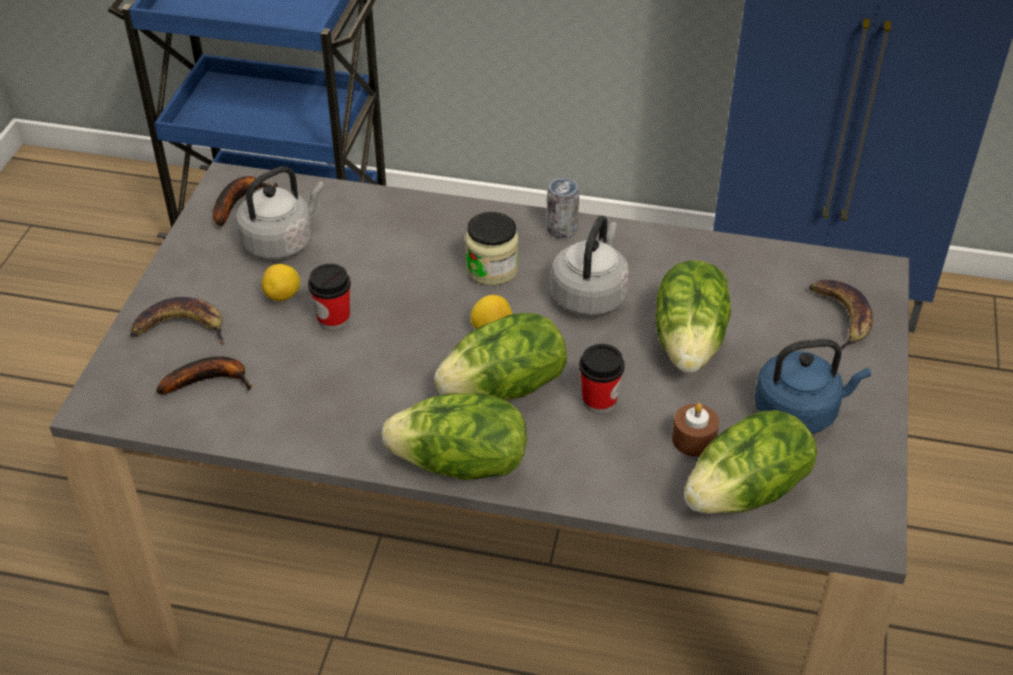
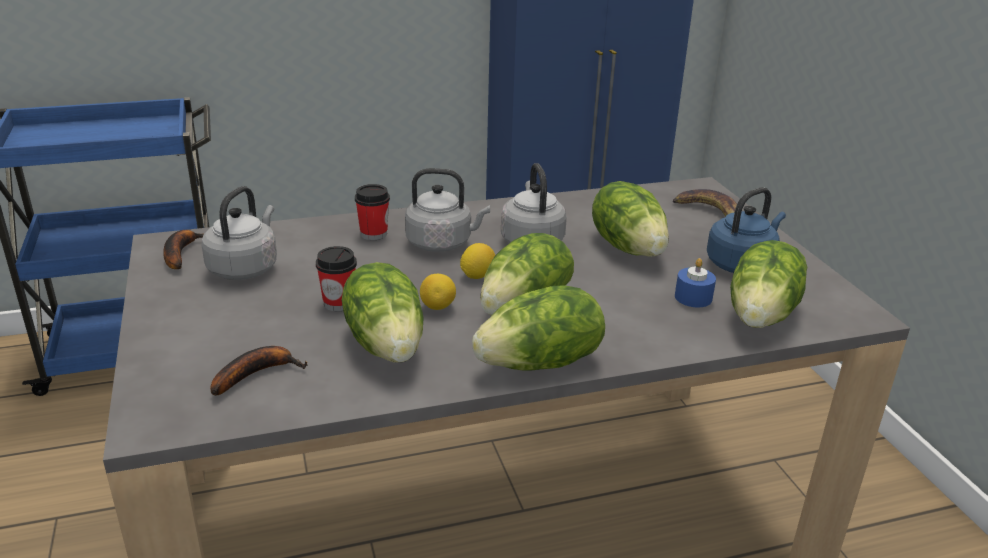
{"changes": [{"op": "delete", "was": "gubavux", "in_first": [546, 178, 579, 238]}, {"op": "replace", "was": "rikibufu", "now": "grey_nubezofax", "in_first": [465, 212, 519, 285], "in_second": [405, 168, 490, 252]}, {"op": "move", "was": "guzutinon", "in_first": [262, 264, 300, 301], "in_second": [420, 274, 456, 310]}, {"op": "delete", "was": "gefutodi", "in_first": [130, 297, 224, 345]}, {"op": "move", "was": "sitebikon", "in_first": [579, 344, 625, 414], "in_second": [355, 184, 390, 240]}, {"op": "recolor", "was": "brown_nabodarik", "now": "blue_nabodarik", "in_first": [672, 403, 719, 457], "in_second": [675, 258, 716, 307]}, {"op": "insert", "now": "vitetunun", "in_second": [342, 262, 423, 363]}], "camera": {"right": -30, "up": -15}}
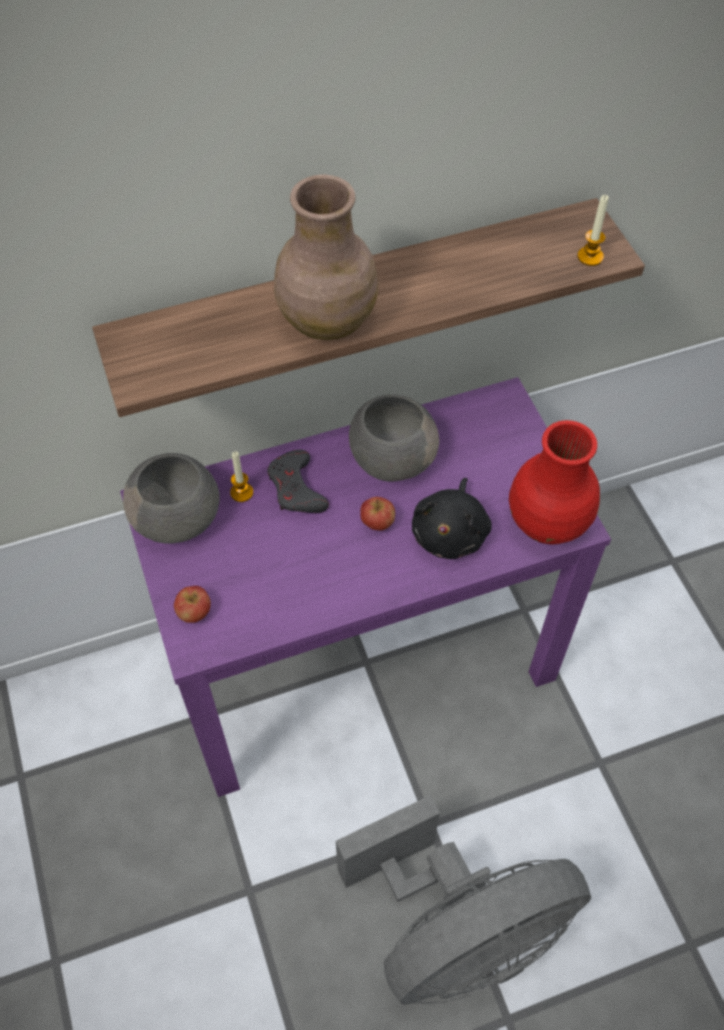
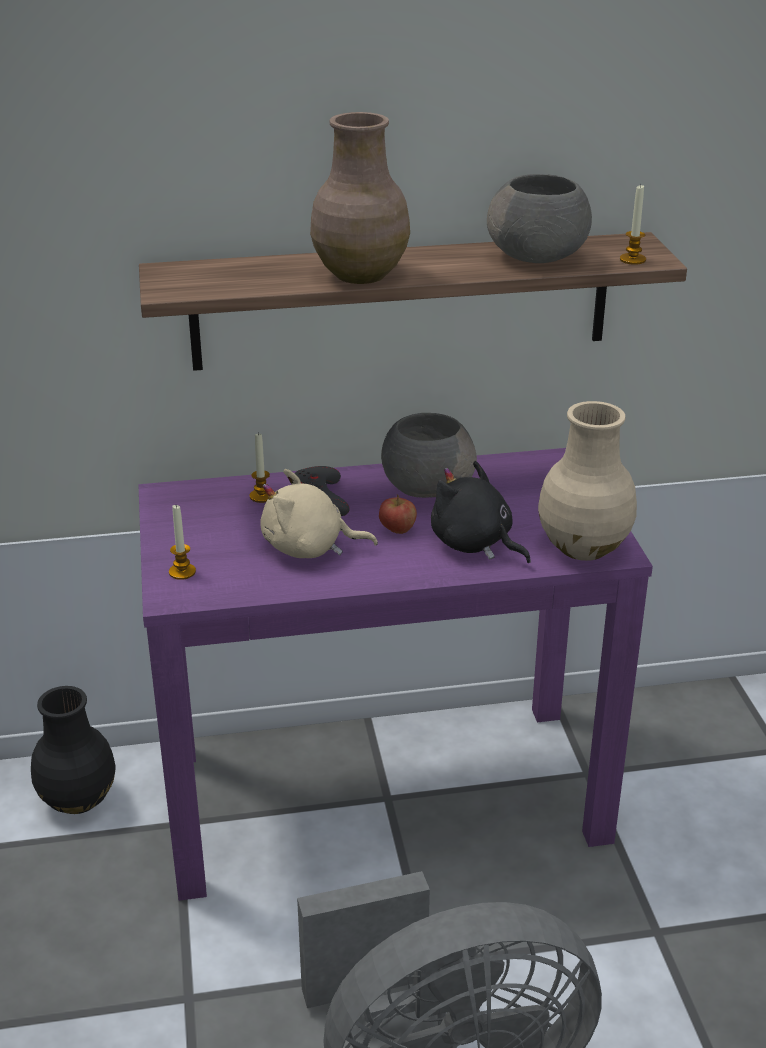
{"changes": [{"op": "recolor", "was": "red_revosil", "now": "beige_revosil", "in_first": [509, 420, 600, 544], "in_second": [538, 401, 637, 561]}, {"op": "move", "was": "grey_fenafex", "in_first": [123, 453, 220, 543], "in_second": [487, 174, 592, 263]}, {"op": "rotate", "was": "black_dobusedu", "in_first": [412, 478, 492, 559], "in_second": [431, 461, 531, 563], "clockwise": 105}, {"op": "replace", "was": "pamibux", "now": "nabodarik", "in_first": [174, 586, 211, 623], "in_second": [169, 505, 196, 580]}, {"op": "insert", "now": "beige_dobusedu", "in_second": [260, 469, 378, 558]}, {"op": "insert", "now": "black_revosil", "in_second": [31, 686, 116, 814]}], "camera": {"right": 10, "up": -25}}
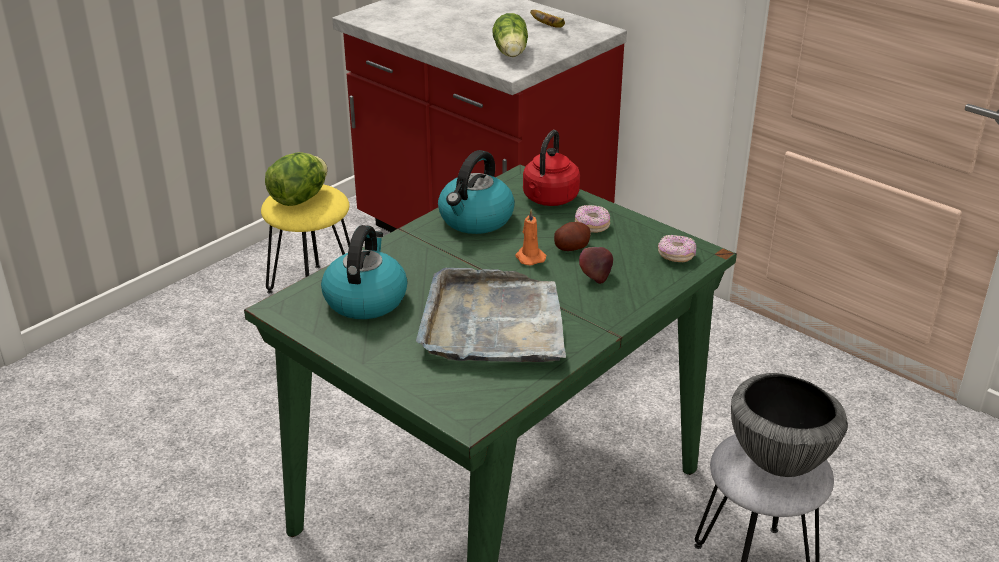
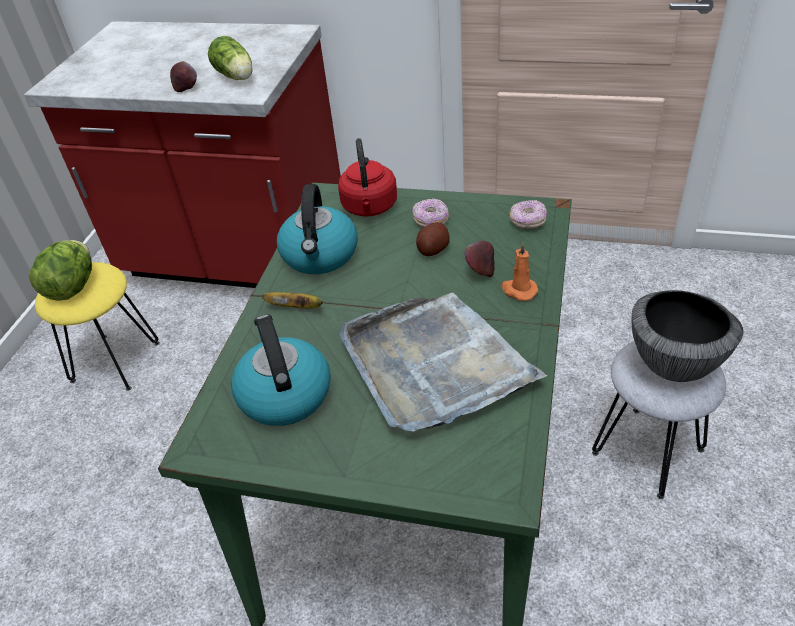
{"changes": [{"op": "move", "was": "gefutodi", "in_first": [530, 10, 565, 28], "in_second": [262, 292, 323, 309]}, {"op": "move", "was": "orange_nabodarik", "in_first": [515, 209, 546, 265], "in_second": [501, 242, 538, 301]}, {"op": "insert", "now": "pamibux", "in_second": [170, 61, 197, 92]}], "camera": {"right": -25, "up": 10}}
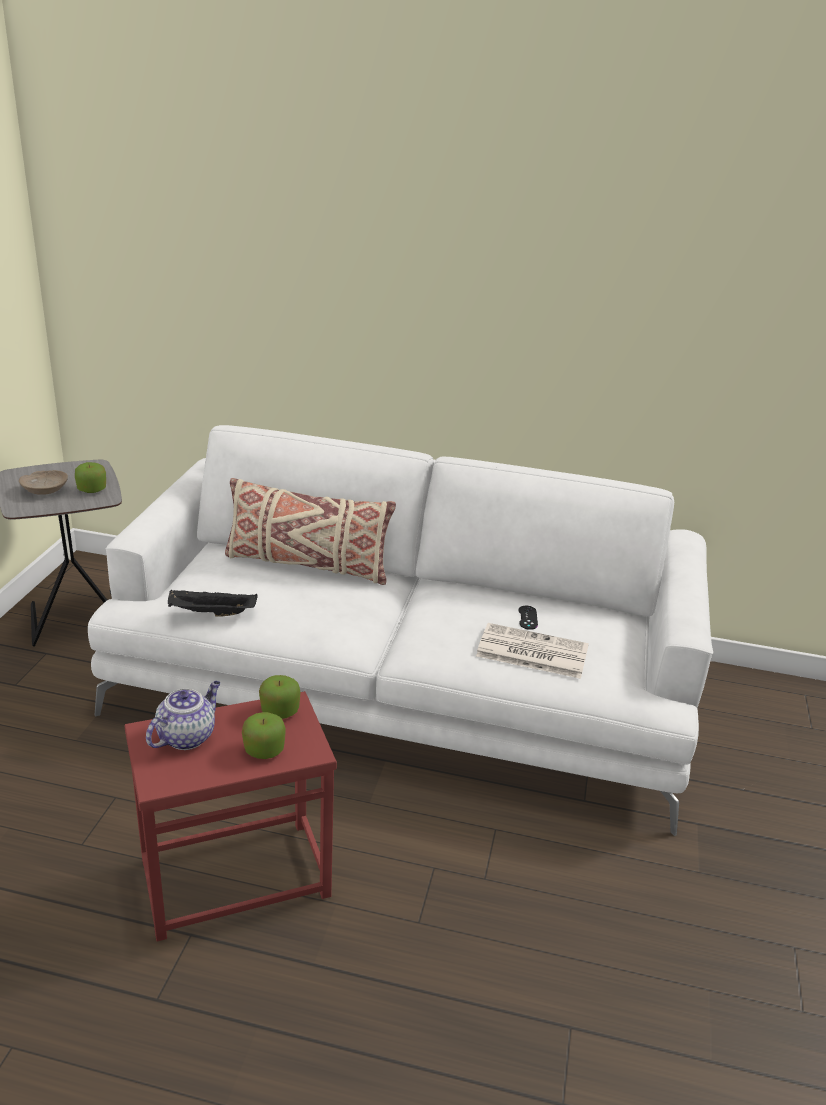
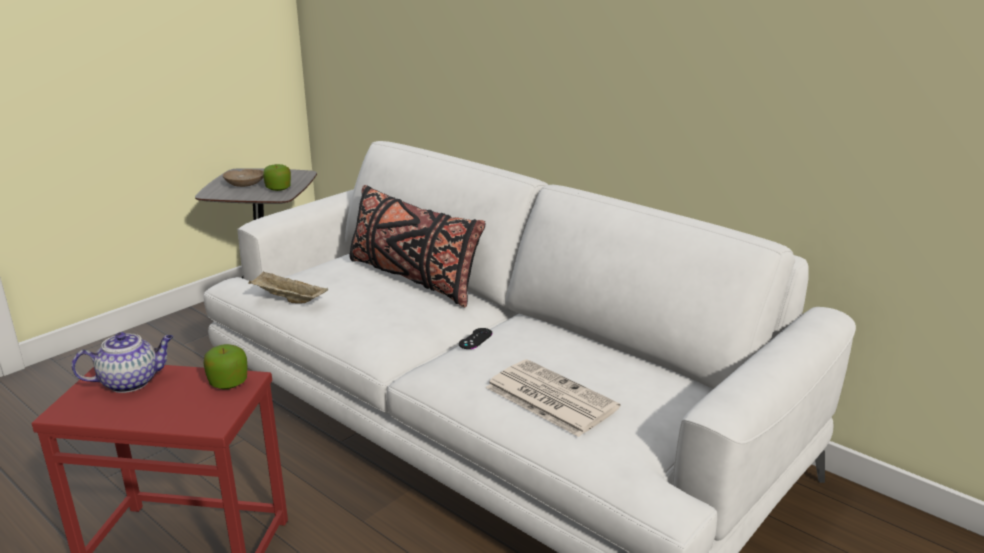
{"changes": [{"op": "recolor", "was": "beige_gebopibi", "now": "black_gebopibi", "in_first": [225, 478, 396, 585], "in_second": [349, 185, 485, 307]}, {"op": "recolor", "was": "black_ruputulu", "now": "beige_ruputulu", "in_first": [168, 590, 258, 617], "in_second": [248, 271, 328, 304]}, {"op": "move", "was": "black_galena", "in_first": [518, 606, 538, 630], "in_second": [459, 328, 492, 349]}, {"op": "delete", "was": "pamibux", "in_first": [242, 712, 286, 759]}], "camera": {"right": 30, "up": -5}}
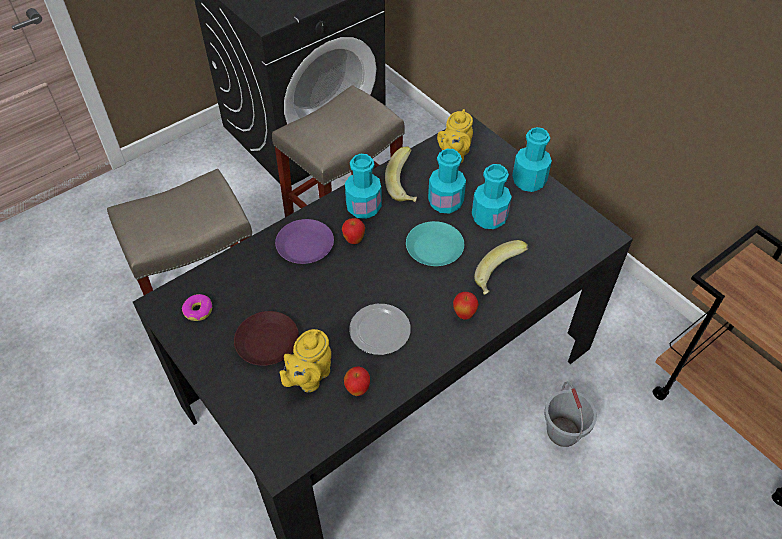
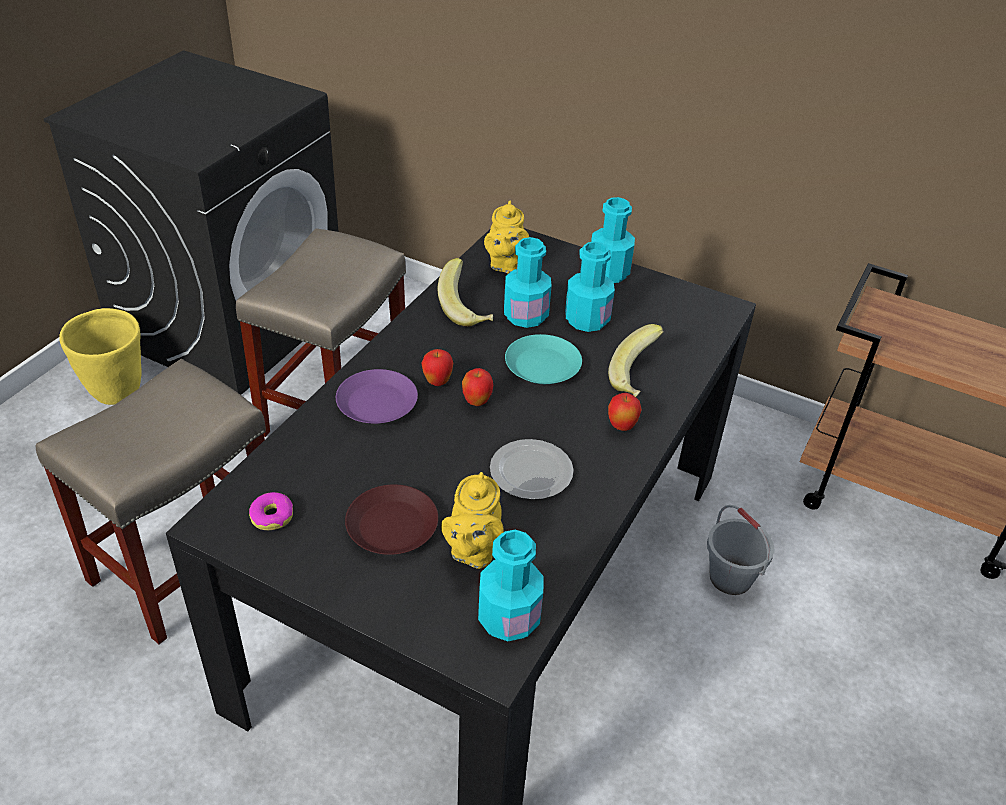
{"changes": [{"op": "move", "was": "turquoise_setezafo", "in_first": [345, 154, 382, 219], "in_second": [478, 530, 544, 641]}, {"op": "move", "was": "pamibux", "in_first": [344, 366, 370, 396], "in_second": [462, 368, 493, 406]}, {"op": "insert", "now": "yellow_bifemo", "in_second": [59, 308, 142, 405]}], "camera": {"right": -25, "up": -10}}
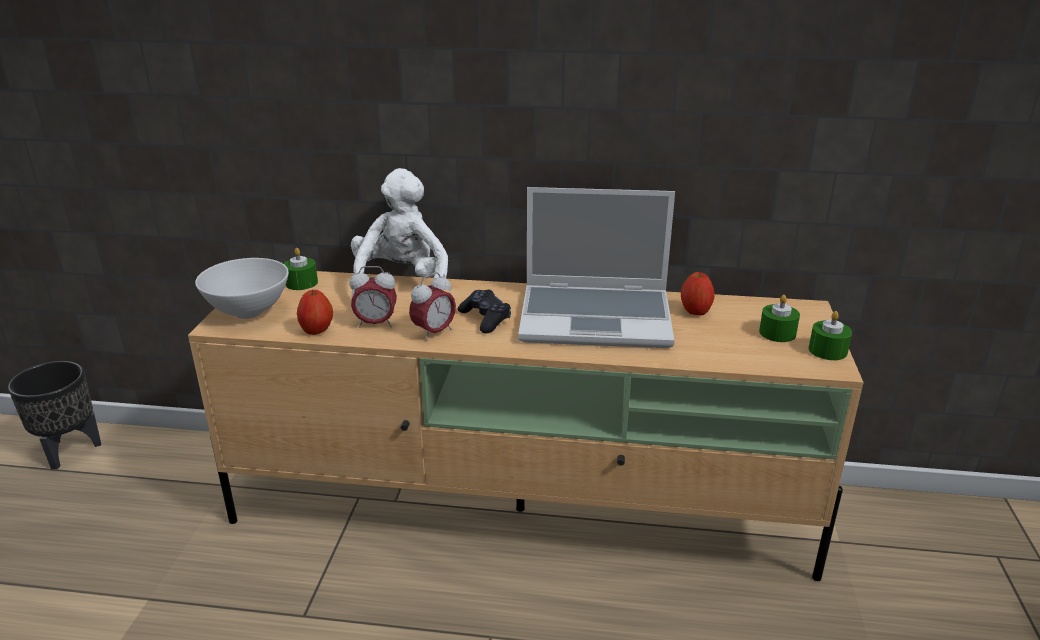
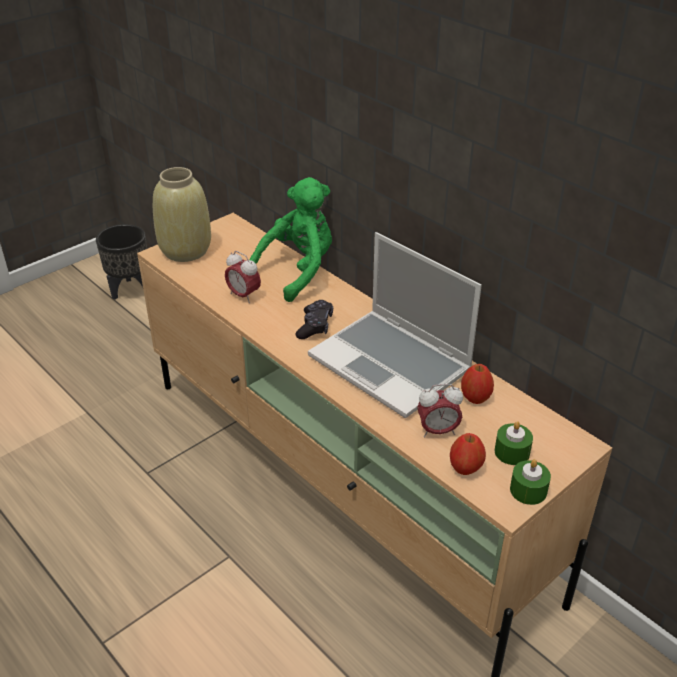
{"changes": [{"op": "recolor", "was": "white_dobusedu", "now": "green_dobusedu", "in_first": [351, 168, 448, 297], "in_second": [249, 177, 332, 302]}, {"op": "delete", "was": "green_nabodarik", "in_first": [283, 248, 318, 290]}, {"op": "replace", "was": "white_fenafex", "now": "beige_revosil", "in_first": [195, 258, 289, 319], "in_second": [153, 167, 211, 262]}, {"op": "move", "was": "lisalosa", "in_first": [409, 272, 456, 341], "in_second": [417, 384, 463, 437]}, {"op": "move", "was": "pamibux", "in_first": [297, 290, 333, 335], "in_second": [450, 433, 486, 475]}], "camera": {"right": 40, "up": 10}}
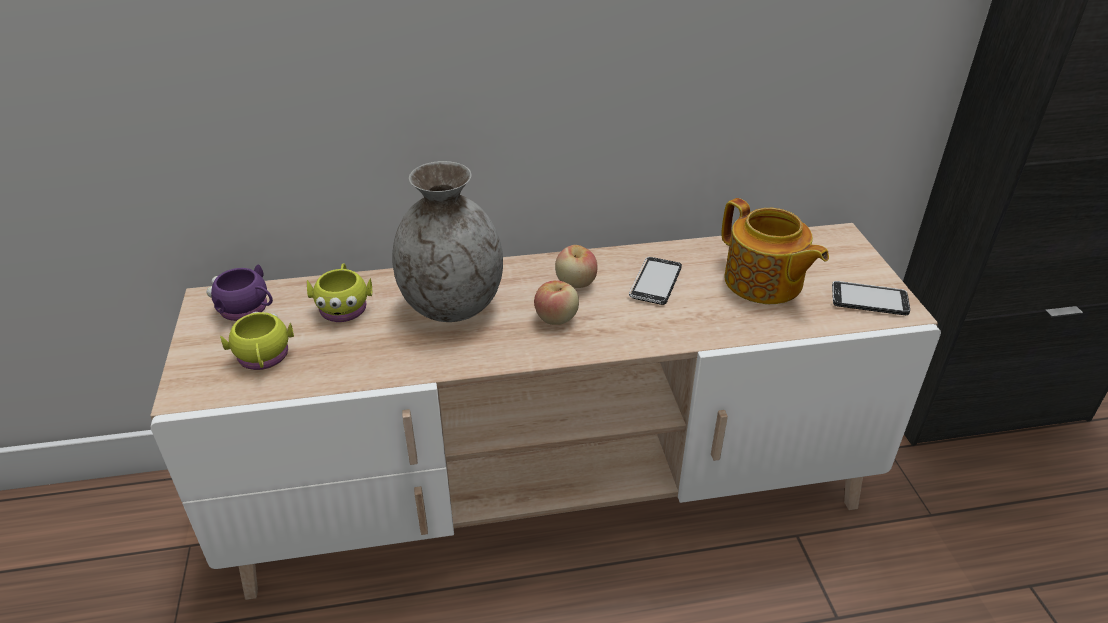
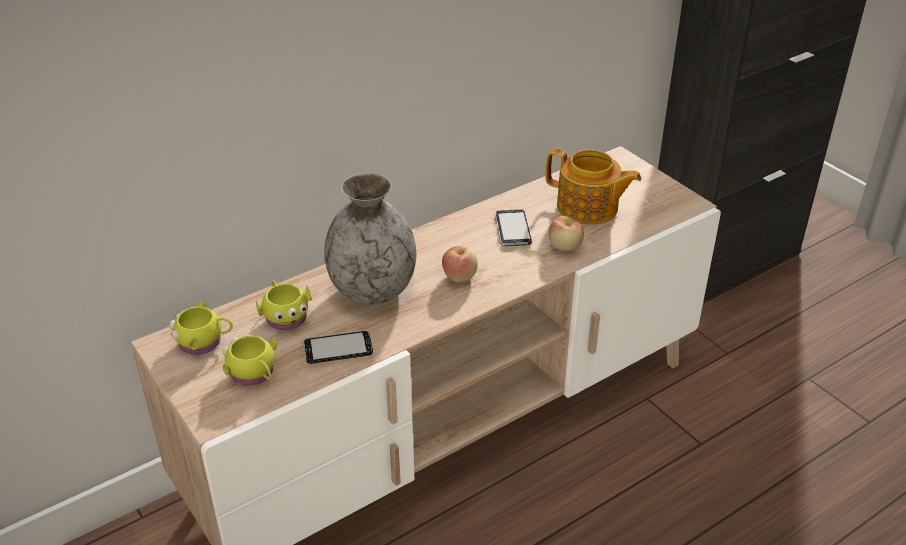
{"changes": [{"op": "move", "was": "pamibux", "in_first": [555, 245, 598, 288], "in_second": [549, 216, 584, 251]}, {"op": "recolor", "was": "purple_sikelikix", "now": "yellow_sikelikix", "in_first": [207, 264, 273, 321], "in_second": [169, 301, 233, 355]}, {"op": "move", "was": "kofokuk", "in_first": [832, 281, 910, 315], "in_second": [303, 330, 373, 364]}], "camera": {"right": -25, "up": 0}}
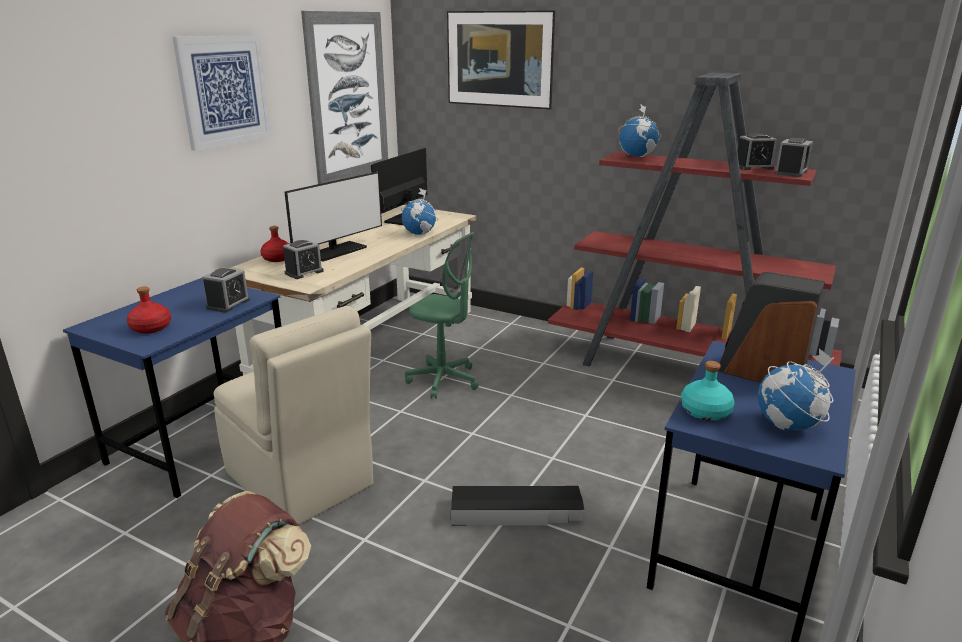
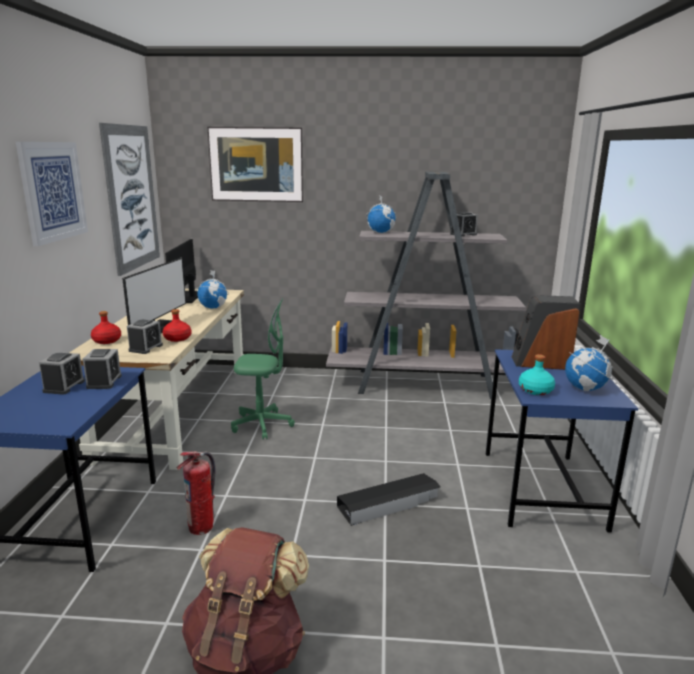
{"changes": [{"op": "recolor", "was": "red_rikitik", "now": "grey_rikitik", "in_first": [548, 72, 842, 366], "in_second": [326, 172, 526, 399]}, {"op": "move", "was": "lisalosa", "in_first": [775, 138, 813, 177], "in_second": [39, 352, 85, 395]}, {"op": "move", "was": "red_setezafo", "in_first": [127, 286, 171, 334], "in_second": [163, 309, 191, 342]}, {"op": "replace", "was": "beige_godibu", "now": "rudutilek", "in_first": [214, 306, 373, 525], "in_second": [177, 451, 216, 535]}], "camera": {"right": -25, "up": -5}}
